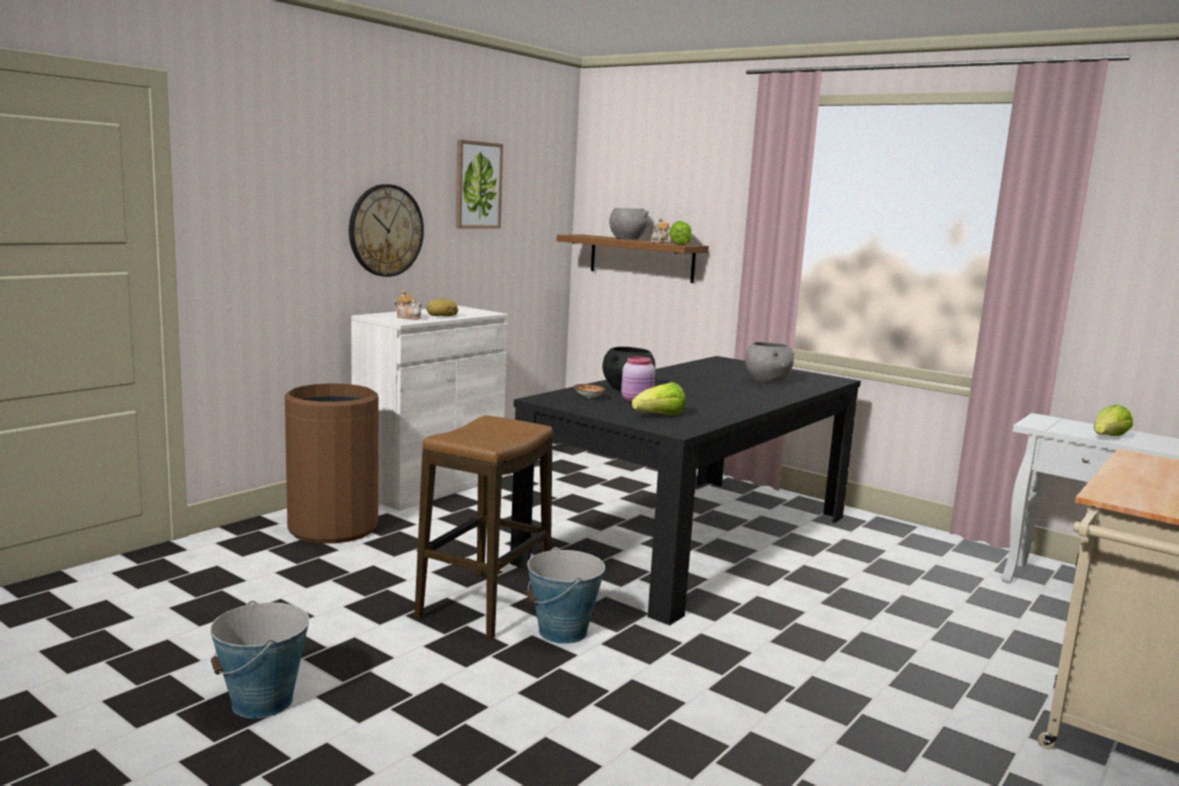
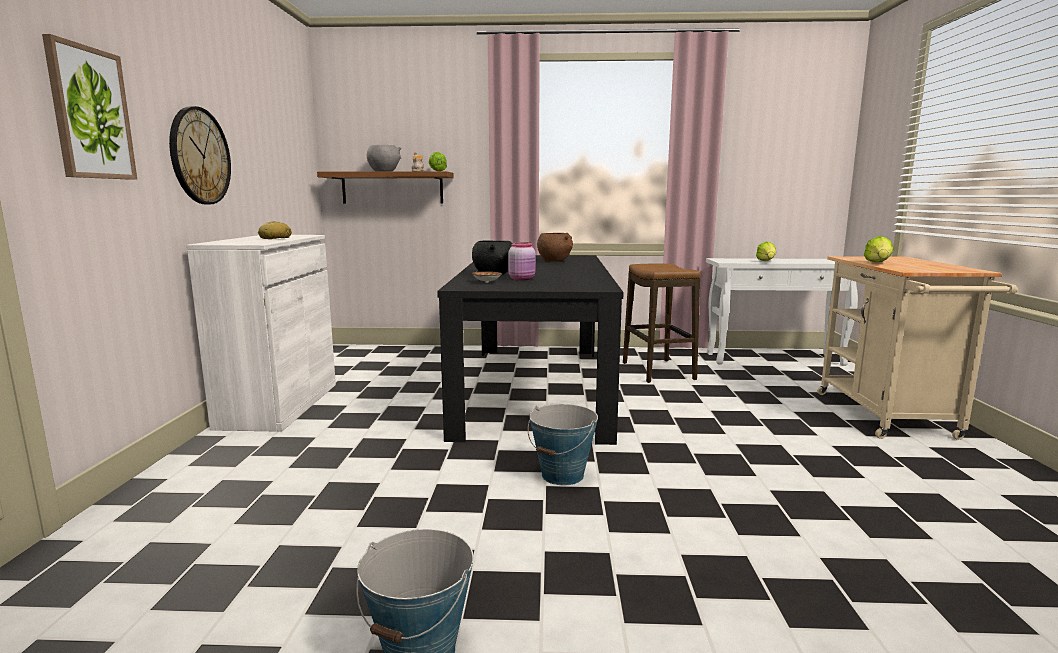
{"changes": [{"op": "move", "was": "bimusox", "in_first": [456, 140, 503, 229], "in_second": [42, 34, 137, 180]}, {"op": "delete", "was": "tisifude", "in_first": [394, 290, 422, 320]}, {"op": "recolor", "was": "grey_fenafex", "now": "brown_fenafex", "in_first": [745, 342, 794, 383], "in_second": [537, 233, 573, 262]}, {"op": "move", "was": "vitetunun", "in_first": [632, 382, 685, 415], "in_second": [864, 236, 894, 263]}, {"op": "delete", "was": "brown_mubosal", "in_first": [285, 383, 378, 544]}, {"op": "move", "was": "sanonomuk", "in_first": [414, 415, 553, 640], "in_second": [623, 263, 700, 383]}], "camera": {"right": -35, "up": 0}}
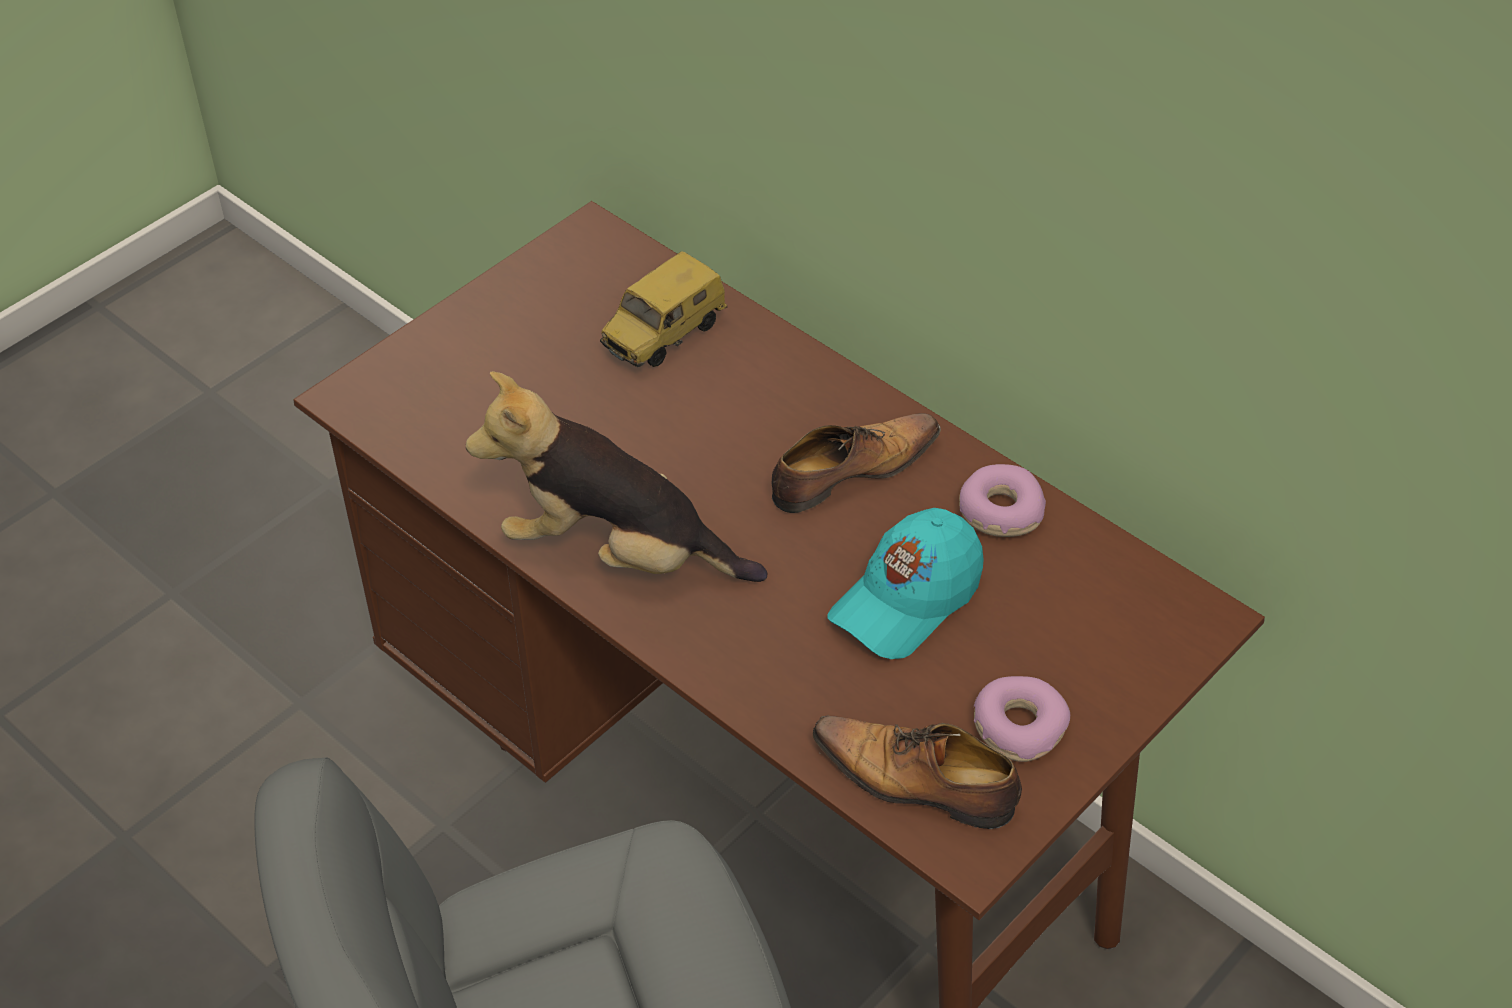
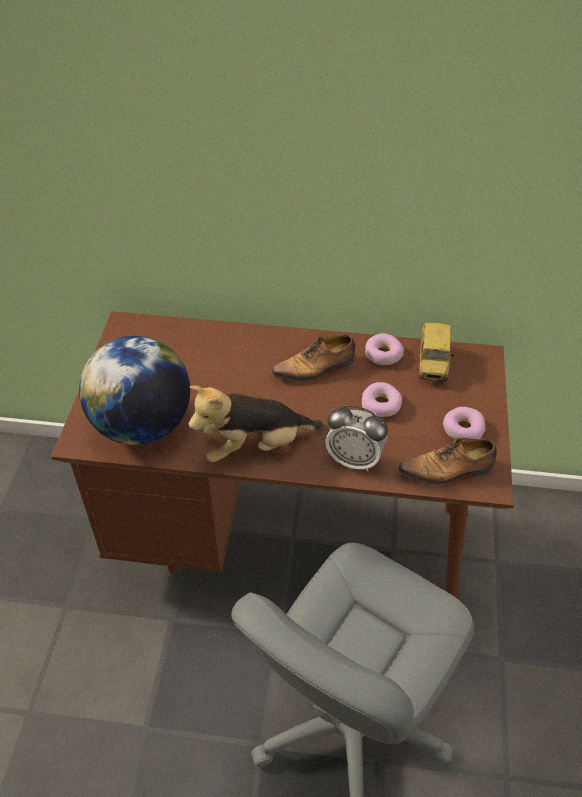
{"changes": [{"op": "move", "was": "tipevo", "in_first": [600, 251, 727, 367], "in_second": [419, 322, 454, 381]}, {"op": "rotate", "was": "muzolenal", "in_first": [771, 413, 941, 513], "in_second": [271, 335, 355, 381], "clockwise": -135}, {"op": "replace", "was": "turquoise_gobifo", "now": "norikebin", "in_first": [828, 508, 984, 659], "in_second": [362, 382, 402, 417]}, {"op": "insert", "now": "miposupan", "in_second": [79, 336, 190, 445]}, {"op": "insert", "now": "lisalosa", "in_second": [325, 405, 388, 472]}], "camera": {"right": -35, "up": 0}}
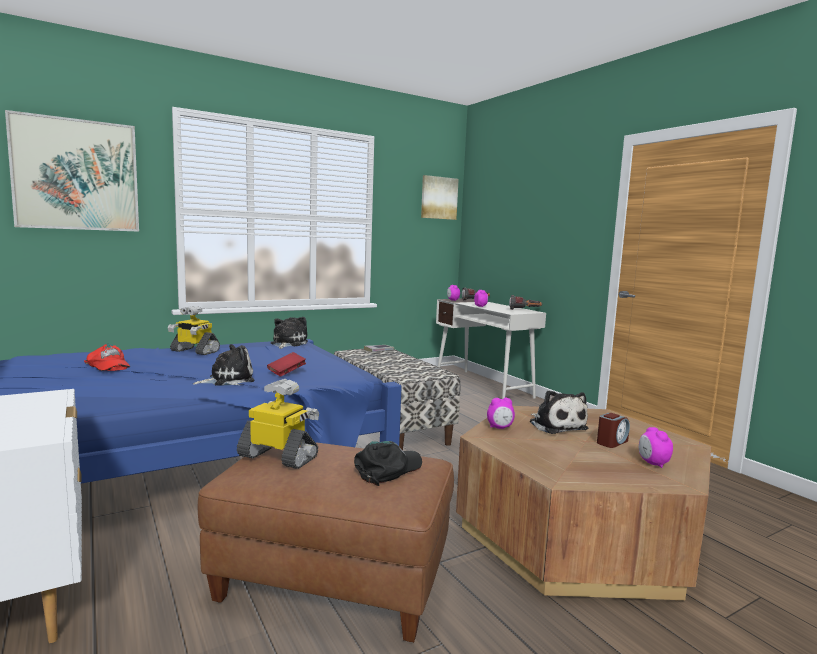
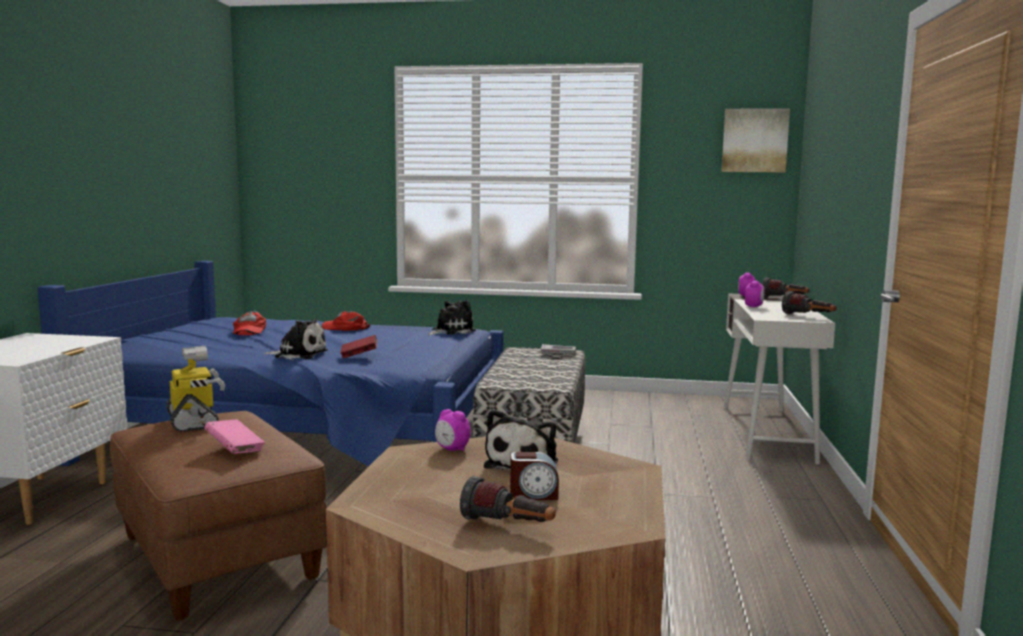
{"changes": [{"op": "delete", "was": "bimusox", "in_first": [5, 110, 139, 232]}, {"op": "replace", "was": "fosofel", "now": "red_gobifo", "in_first": [168, 306, 220, 355], "in_second": [322, 311, 370, 331]}, {"op": "replace", "was": "lisalosa", "now": "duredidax", "in_first": [639, 427, 673, 468], "in_second": [460, 476, 556, 522]}, {"op": "replace", "was": "black_gobifo", "now": "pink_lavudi", "in_first": [354, 441, 422, 486], "in_second": [204, 419, 265, 454]}], "camera": {"right": 40, "up": 0}}
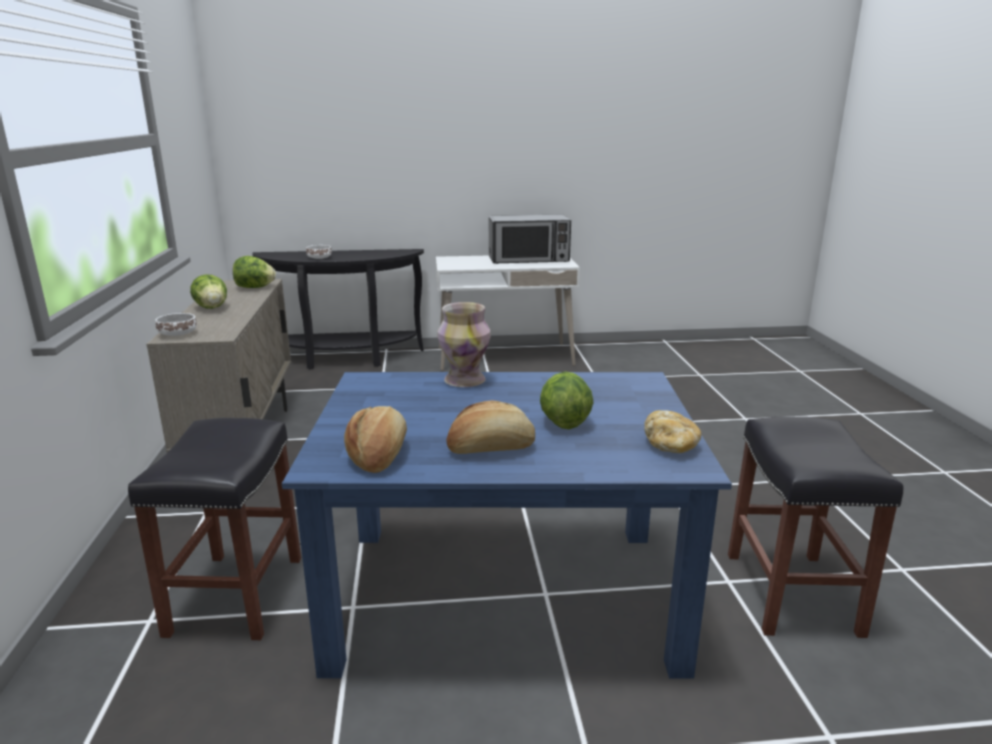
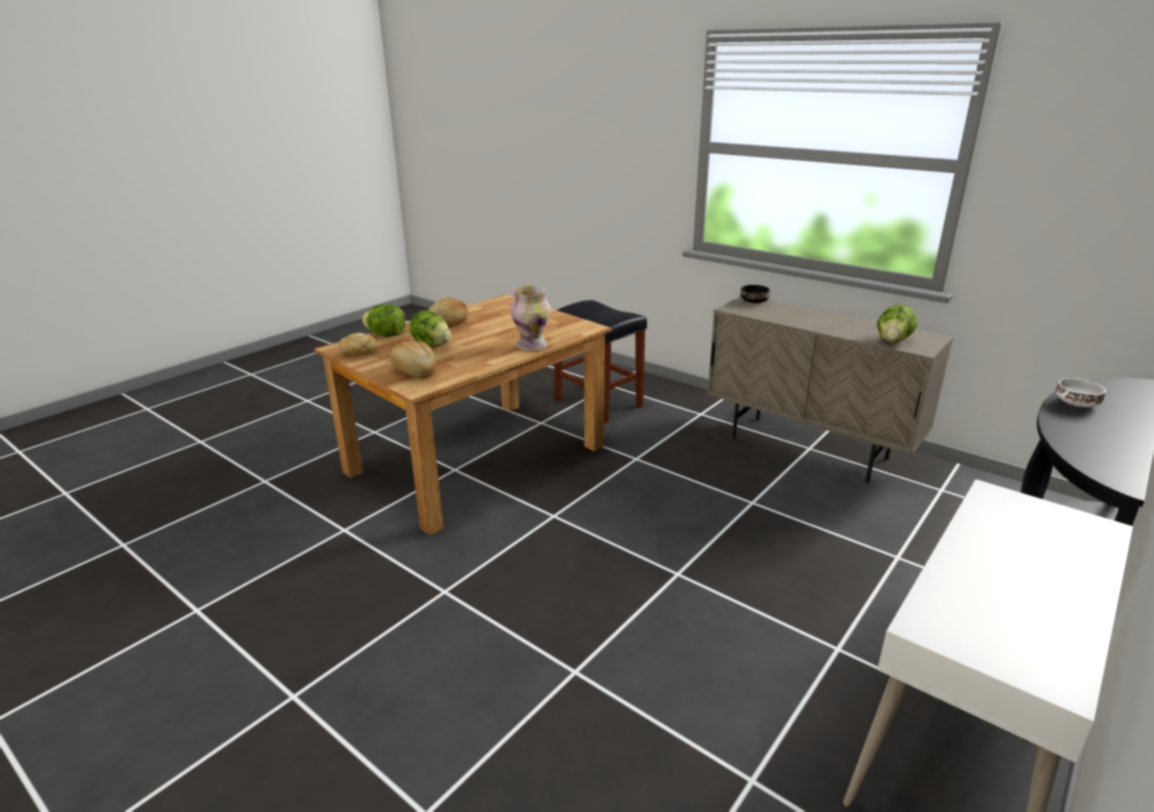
{"changes": [{"op": "delete", "was": "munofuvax", "in_first": [489, 215, 571, 264]}, {"op": "move", "was": "vitetunun", "in_first": [190, 274, 227, 309], "in_second": [362, 304, 406, 337]}, {"op": "recolor", "was": "white_fenafex", "now": "black_fenafex", "in_first": [155, 313, 197, 336], "in_second": [740, 285, 770, 303]}, {"op": "recolor", "was": "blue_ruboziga", "now": "brown_ruboziga", "in_first": [282, 372, 732, 679], "in_second": [314, 294, 612, 535]}, {"op": "move", "was": "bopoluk", "in_first": [344, 406, 407, 473], "in_second": [389, 340, 436, 378]}, {"op": "delete", "was": "black_sanonomuk", "in_first": [728, 416, 903, 638]}], "camera": {"right": 135, "up": 5}}
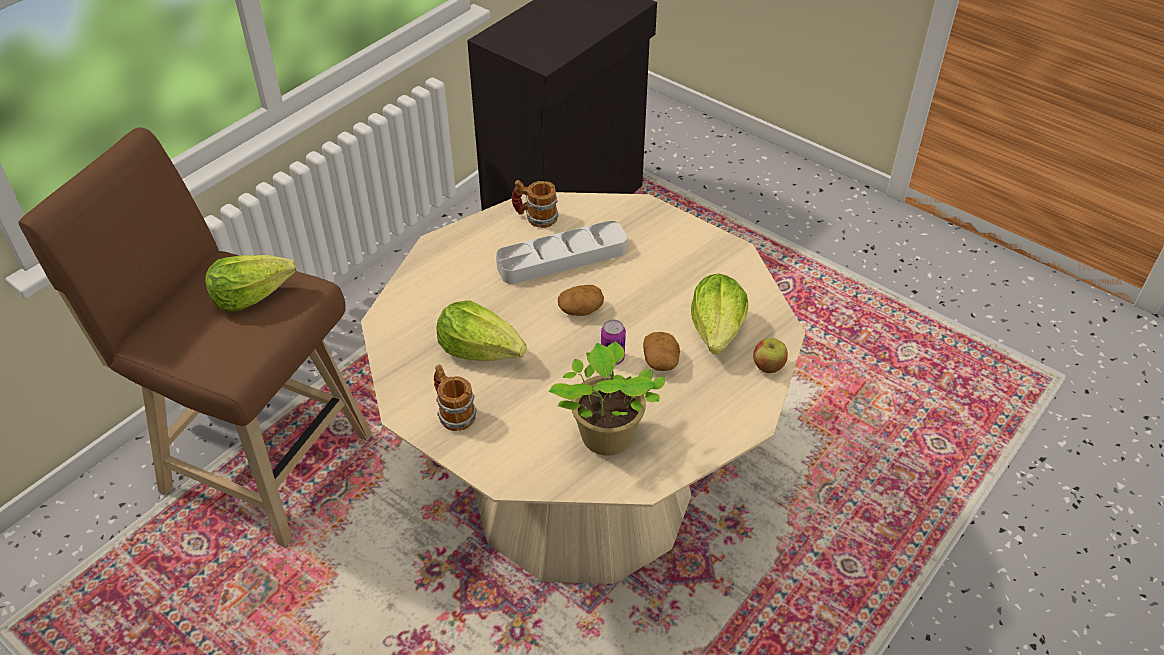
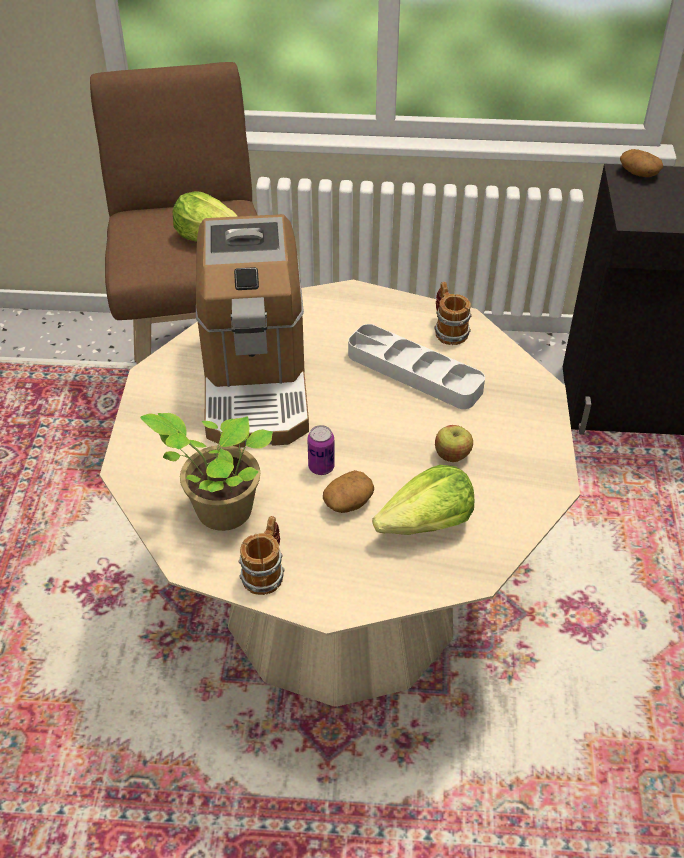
{"changes": [{"op": "move", "was": "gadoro", "in_first": [558, 285, 604, 316], "in_second": [620, 149, 663, 177]}, {"op": "replace", "was": "vitetunun", "now": "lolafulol", "in_first": [437, 300, 527, 361], "in_second": [196, 214, 309, 448]}, {"op": "move", "was": "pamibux", "in_first": [753, 338, 788, 373], "in_second": [435, 425, 473, 462]}, {"op": "move", "was": "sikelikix", "in_first": [434, 365, 477, 431], "in_second": [239, 516, 285, 595]}], "camera": {"right": 55, "up": 0}}
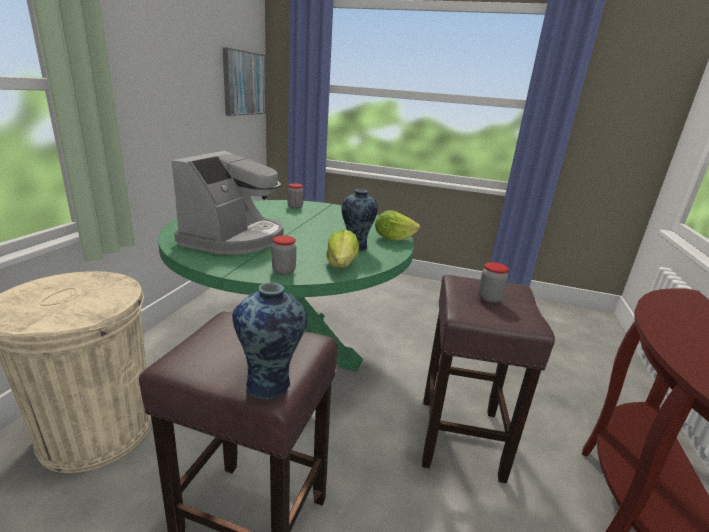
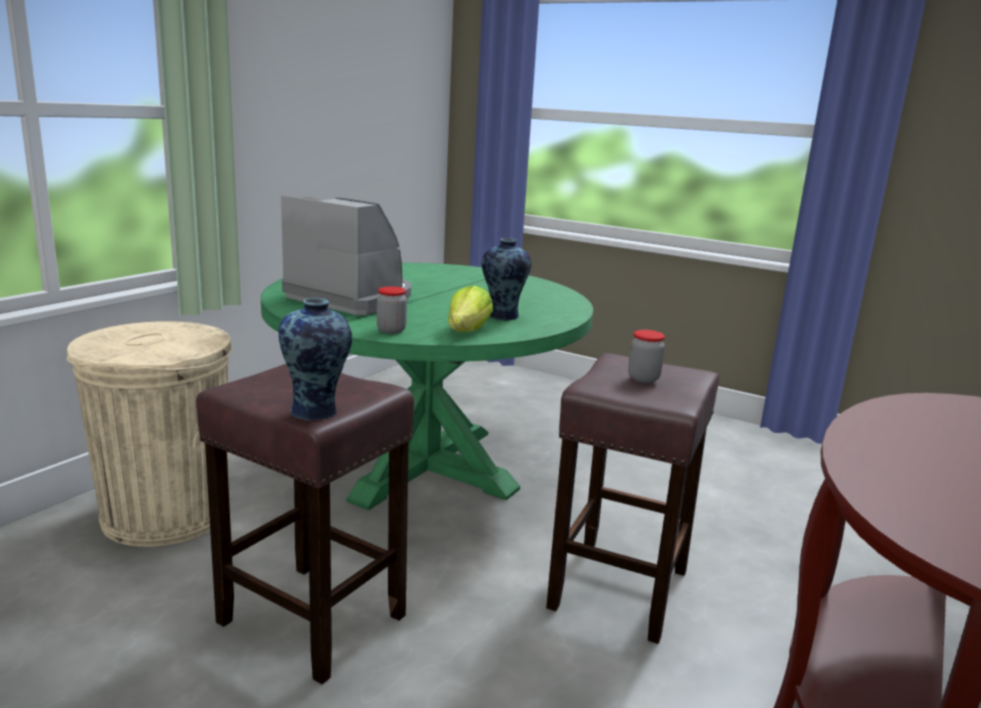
{"changes": [{"op": "delete", "was": "bimusox", "in_first": [222, 47, 266, 116]}, {"op": "rotate", "was": "lolafulol", "in_first": [171, 151, 283, 255], "in_second": [281, 195, 411, 315], "clockwise": -90}, {"op": "delete", "was": "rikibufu", "in_first": [288, 184, 304, 209]}, {"op": "delete", "was": "vitetunun", "in_first": [375, 210, 420, 241]}], "camera": {"right": 15, "up": -5}}
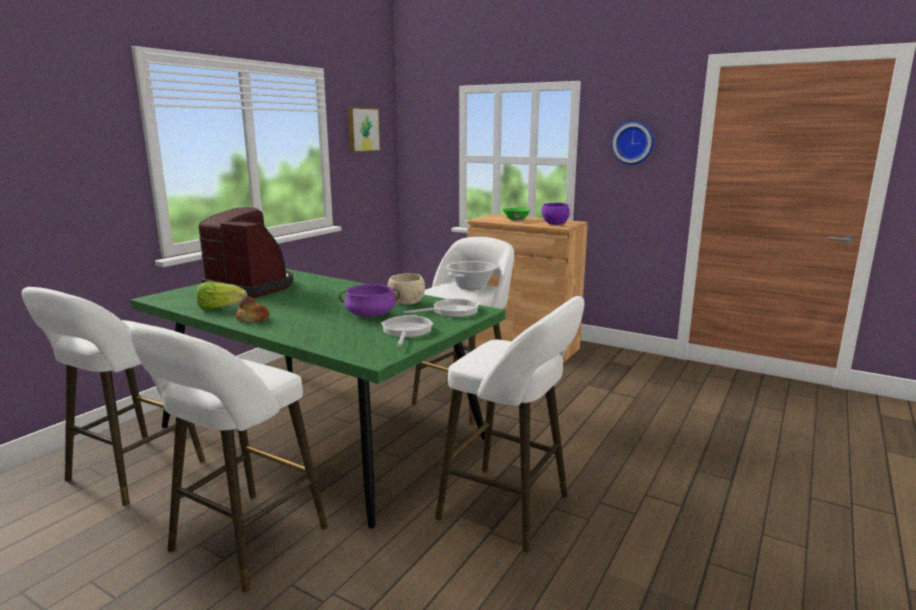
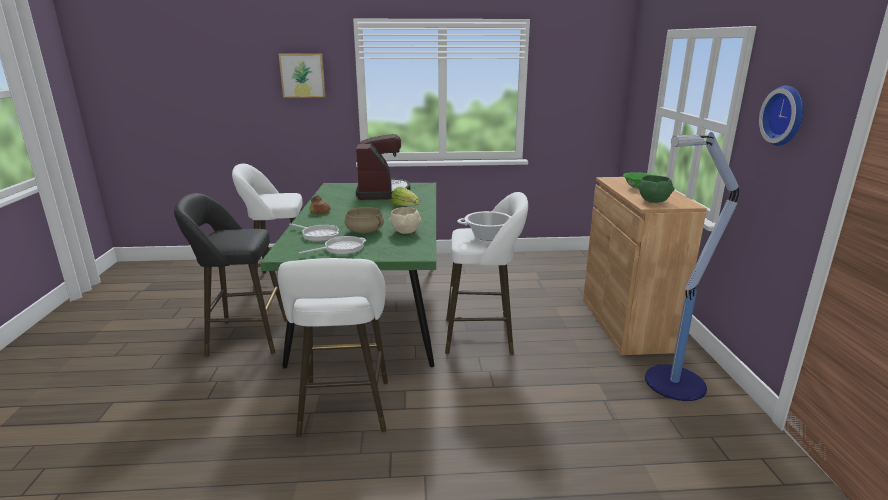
{"changes": [{"op": "move", "was": "bimusox", "in_first": [347, 107, 381, 152], "in_second": [279, 53, 326, 98]}, {"op": "recolor", "was": "purple_fenafex", "now": "green_fenafex", "in_first": [542, 203, 570, 225], "in_second": [637, 175, 674, 203]}, {"op": "move", "was": "vitetunun", "in_first": [196, 282, 247, 310], "in_second": [391, 187, 420, 206]}, {"op": "recolor", "was": "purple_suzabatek", "now": "beige_suzabatek", "in_first": [339, 284, 400, 317], "in_second": [345, 207, 384, 233]}, {"op": "move", "was": "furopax", "in_first": [404, 299, 481, 317], "in_second": [289, 223, 339, 241]}, {"op": "recolor", "was": "white_sanonomuk", "now": "black_sanonomuk", "in_first": [129, 324, 328, 592], "in_second": [174, 193, 287, 357]}, {"op": "insert", "now": "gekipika", "in_second": [645, 132, 739, 401]}], "camera": {"right": 55, "up": 5}}
